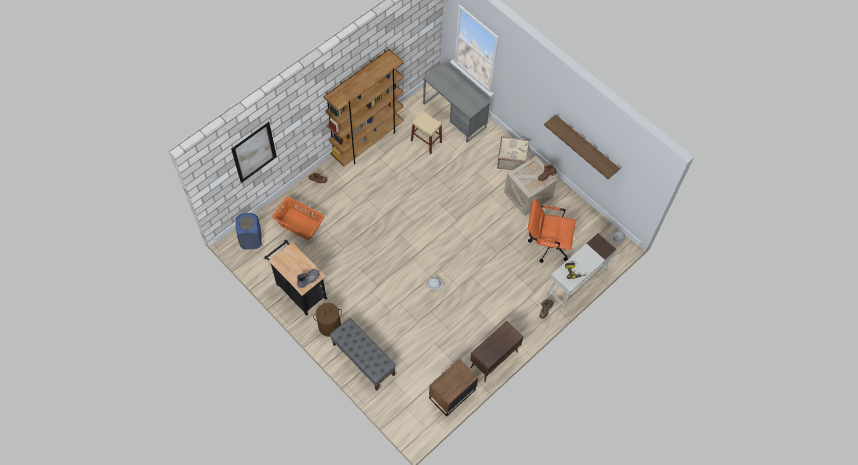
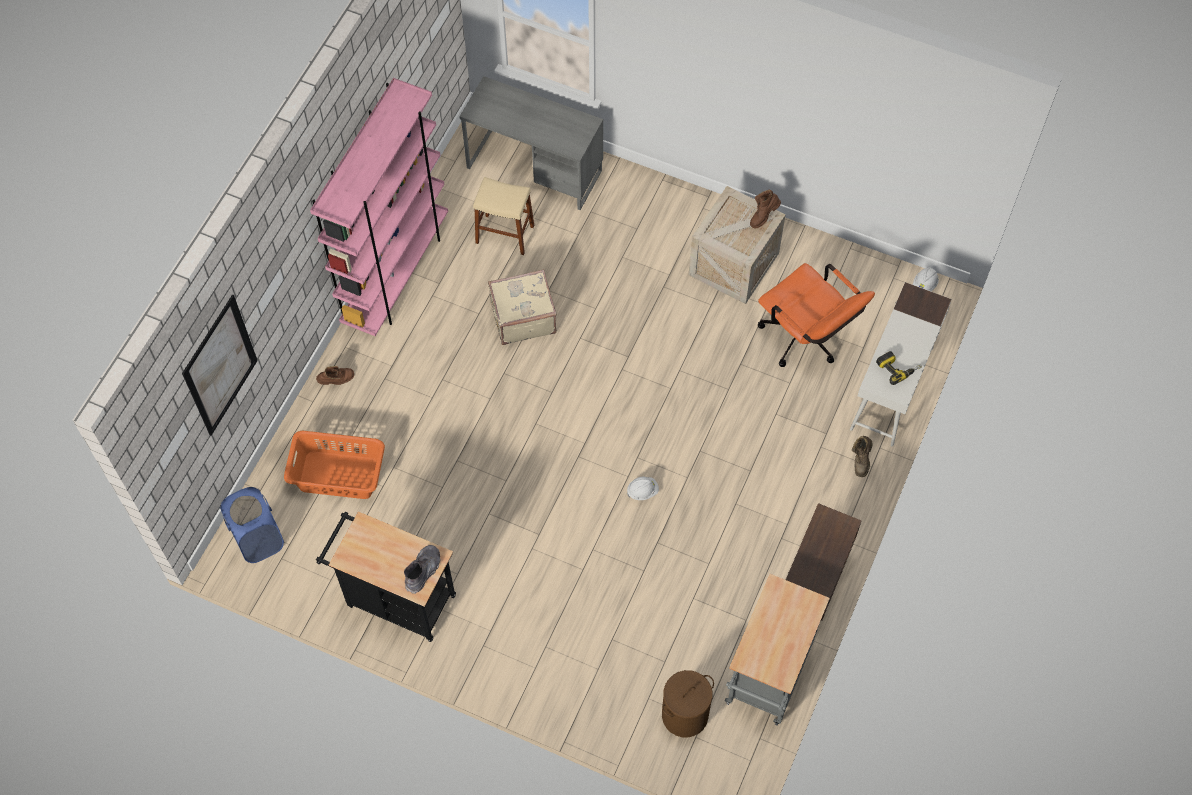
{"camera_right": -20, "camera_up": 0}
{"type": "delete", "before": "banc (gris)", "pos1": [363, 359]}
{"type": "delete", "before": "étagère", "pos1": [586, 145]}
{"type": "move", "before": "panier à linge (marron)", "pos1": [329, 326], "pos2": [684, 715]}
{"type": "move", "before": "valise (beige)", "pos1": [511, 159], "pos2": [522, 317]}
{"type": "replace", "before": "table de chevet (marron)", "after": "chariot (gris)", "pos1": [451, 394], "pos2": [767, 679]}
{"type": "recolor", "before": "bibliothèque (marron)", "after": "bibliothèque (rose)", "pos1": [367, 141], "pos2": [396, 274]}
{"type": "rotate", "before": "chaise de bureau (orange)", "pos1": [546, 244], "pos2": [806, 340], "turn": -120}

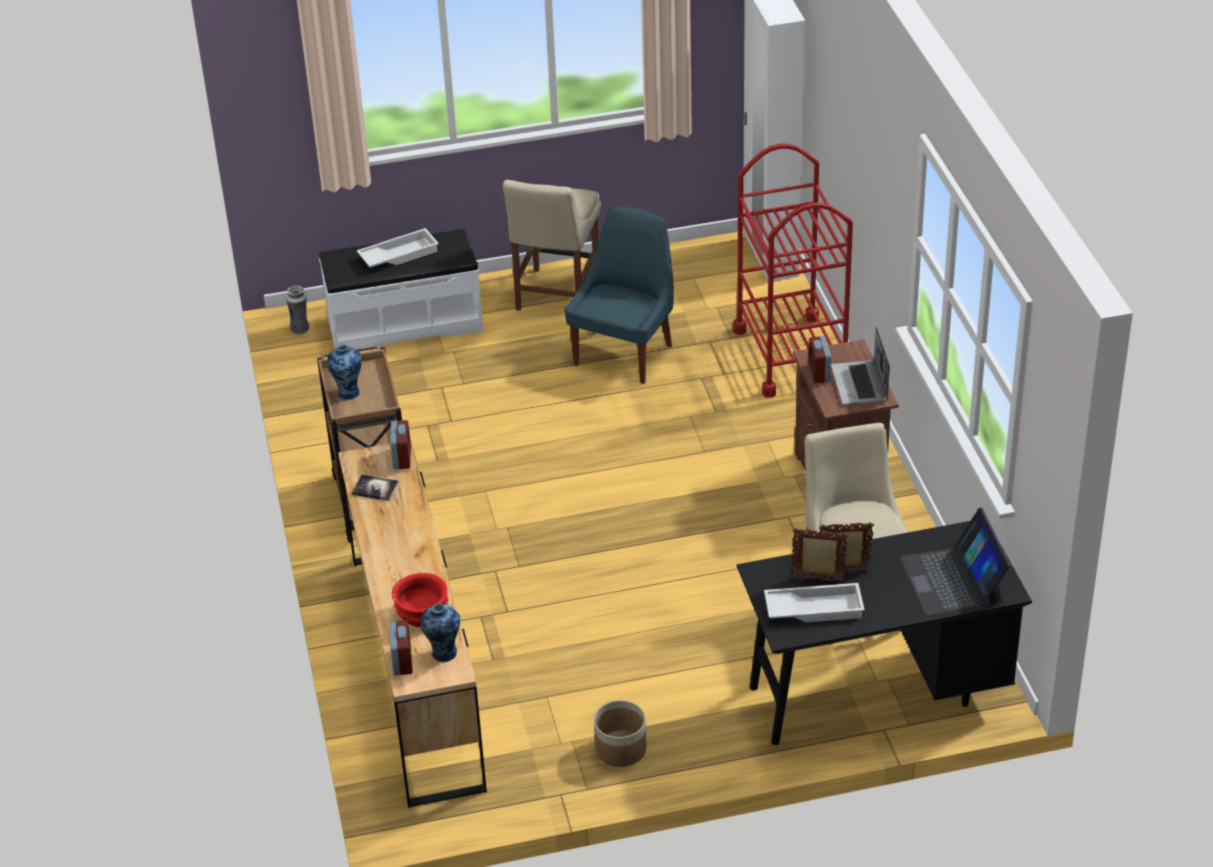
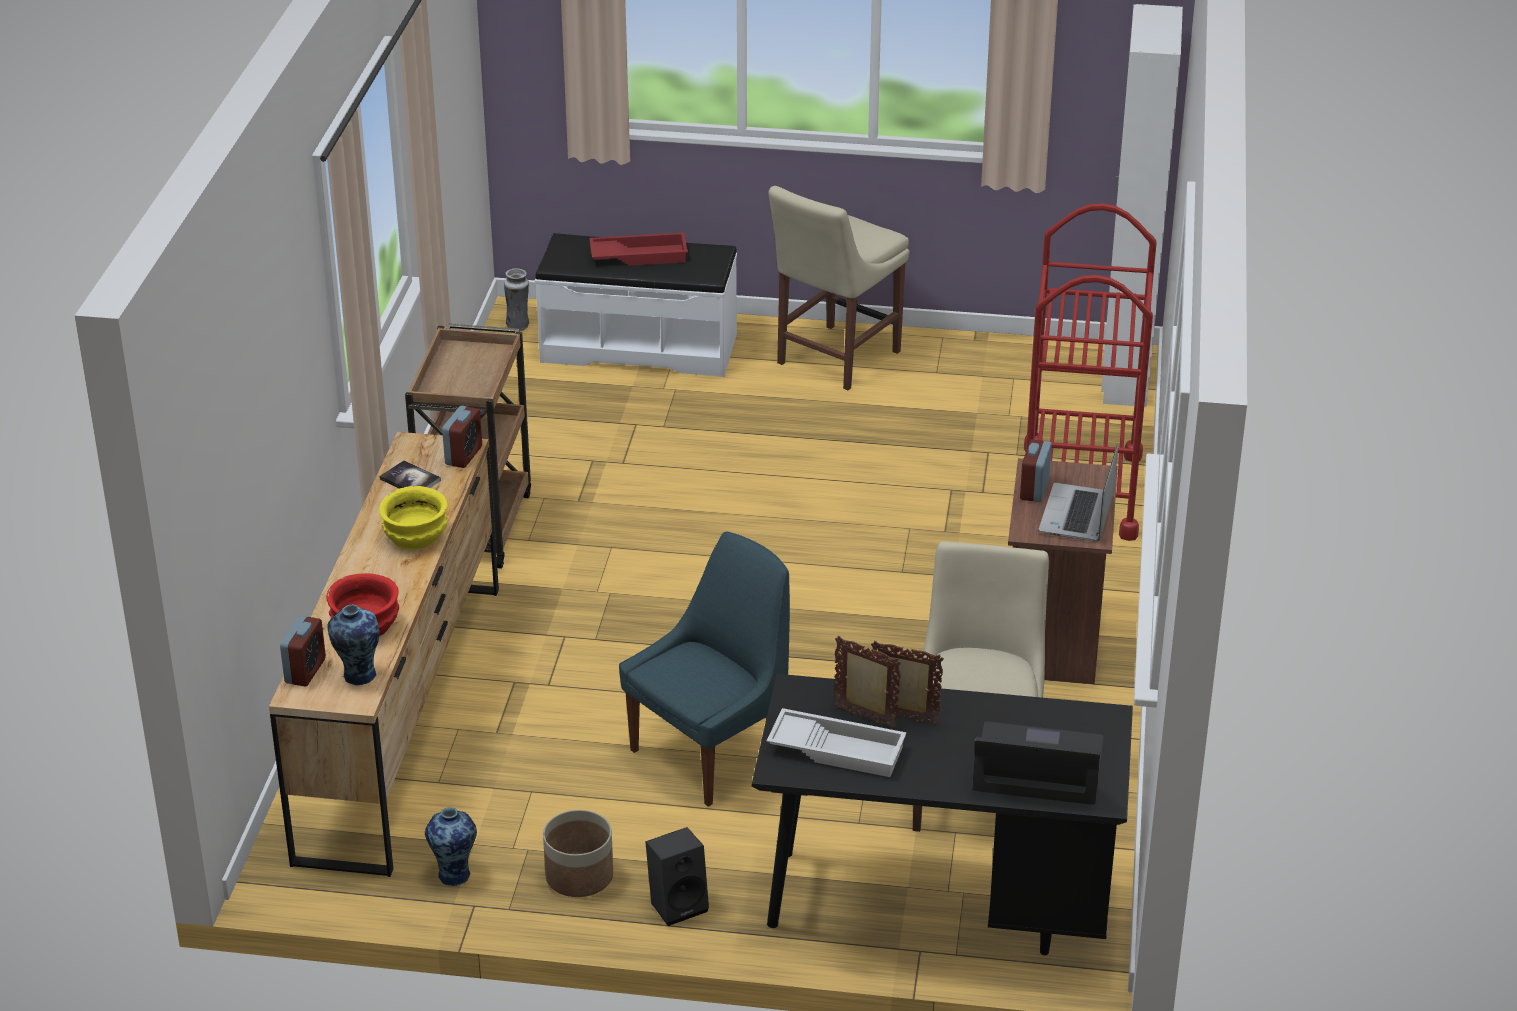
{"camera_right": 20, "camera_up": -5}
{"type": "insert", "after": "bol (jaune)", "pos2": [416, 537]}
{"type": "insert", "after": "enceinte (noir)", "pos2": [678, 904]}
{"type": "move", "before": "vase", "pos1": [348, 392], "pos2": [454, 874]}
{"type": "move", "before": "chaise (bleu)", "pos1": [625, 353], "pos2": [713, 753]}
{"type": "recolor", "before": "plateau (blanc)", "after": "plateau (rouge)", "pos1": [398, 254], "pos2": [639, 255]}
{"type": "rotate", "before": "ordinateur portable", "pos1": [952, 579], "pos2": [1038, 765], "turn": 90}

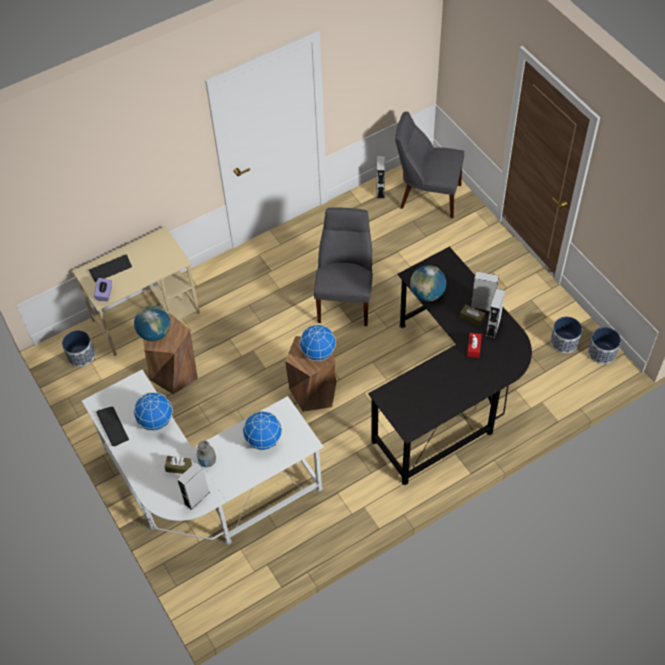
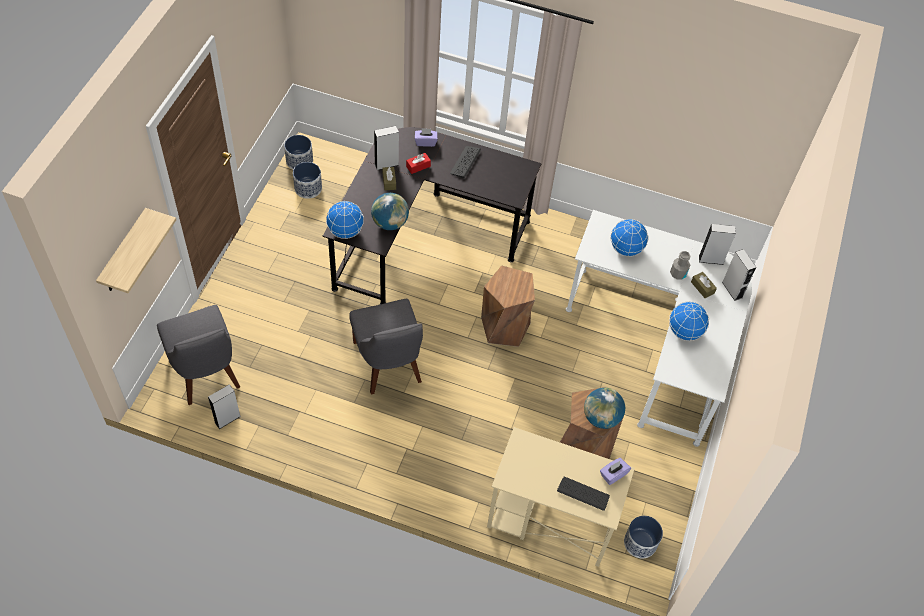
{"camera_right": -135, "camera_up": 0}
{"type": "insert", "after": "étagère", "pos2": [124, 253]}
{"type": "insert", "after": "boîte à mouchoirs (violet)", "pos2": [425, 142]}
{"type": "move", "before": "clavier", "pos1": [112, 426], "pos2": [465, 162]}
{"type": "move", "before": "globe", "pos1": [318, 352], "pos2": [345, 231]}
{"type": "move", "before": "enceinte (gris)", "pos1": [482, 306], "pos2": [732, 290]}
{"type": "rotate", "before": "chaise (gris)", "pos1": [345, 298], "pos2": [388, 365], "turn": -75}

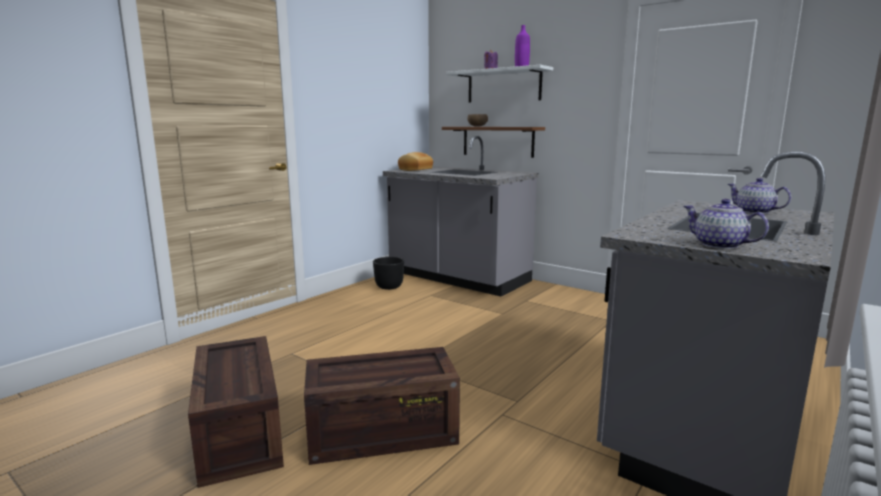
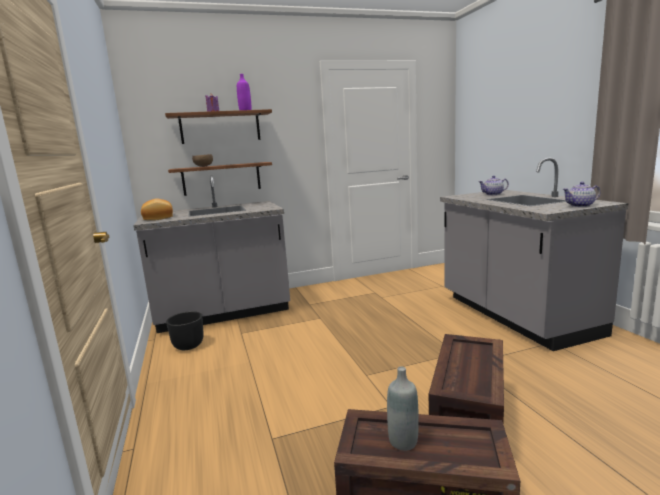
{"camera_right": -55, "camera_up": 0}
{"type": "insert", "after": "bouteille (gris)", "pos2": [403, 441]}
{"type": "recolor", "before": "étagère (blanc)", "after": "étagère (marron)", "pos1": [503, 86], "pos2": [220, 127]}

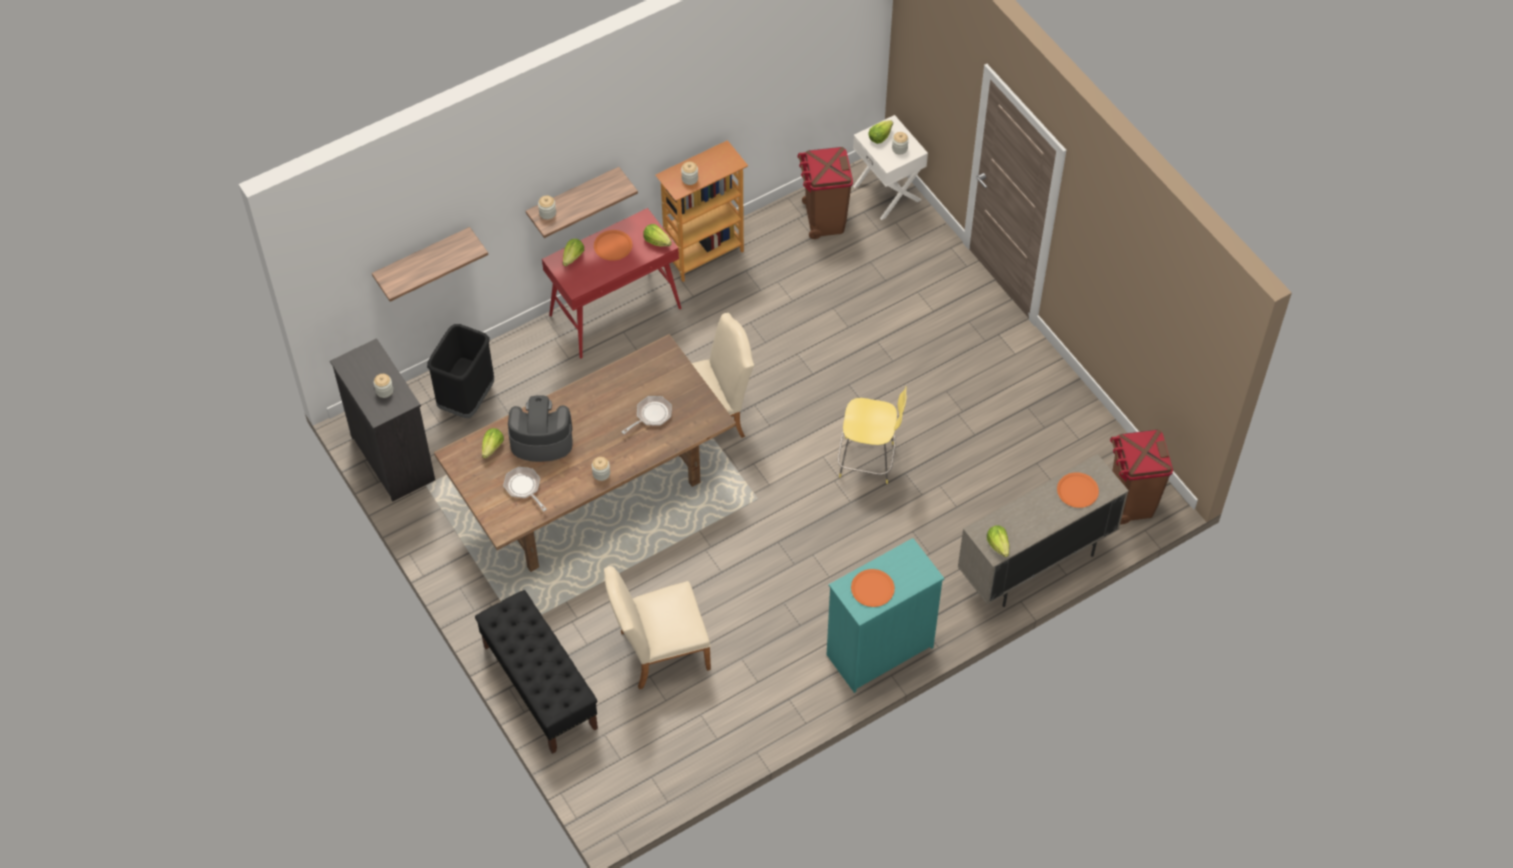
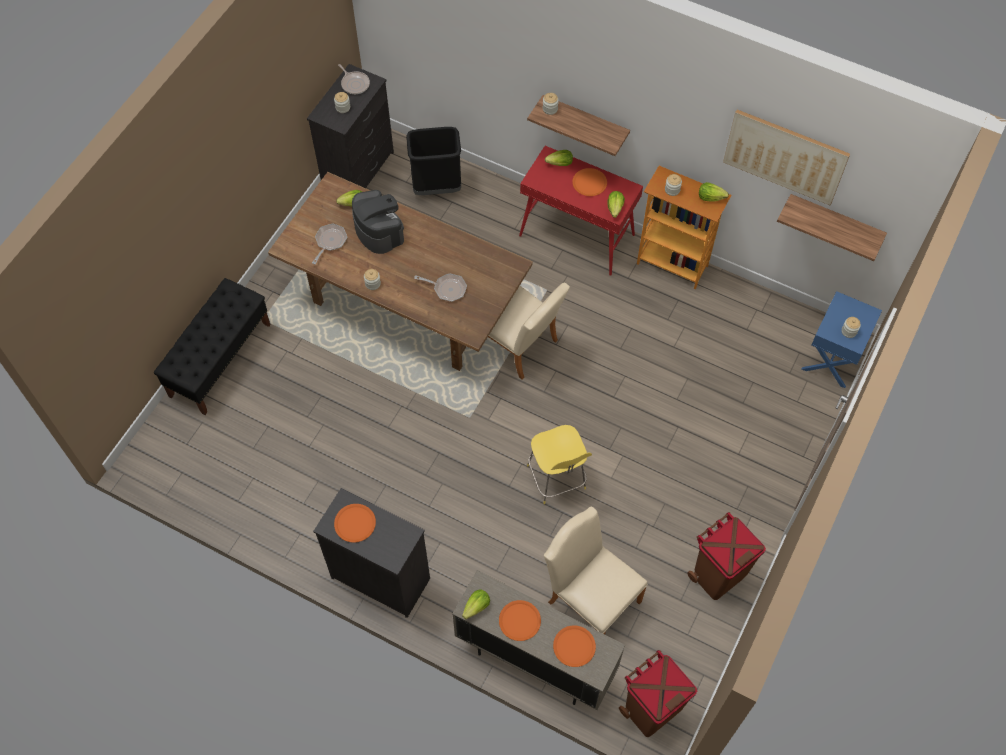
{"camera_right": 60, "camera_up": 5}
{"type": "insert", "after": "poêle", "pos2": [354, 83]}
{"type": "insert", "after": "assiette (orange)", "pos2": [519, 620]}
{"type": "insert", "after": "tableau", "pos2": [785, 156]}
{"type": "move", "before": "étagère", "pos1": [422, 259], "pos2": [835, 221]}
{"type": "move", "before": "chaise (beige)", "pos1": [658, 651], "pos2": [590, 597]}
{"type": "move", "before": "poubelle (marron)", "pos1": [824, 220], "pos2": [717, 575]}
{"type": "move", "before": "laitue", "pos1": [879, 137], "pos2": [710, 197]}
{"type": "recolor", "before": "commode (turquoise)", "after": "commode (noir)", "pos1": [878, 651], "pos2": [380, 577]}
{"type": "recolor", "before": "table de chevet (blanc)", "after": "table de chevet (bleu)", "pos1": [888, 192], "pos2": [832, 360]}

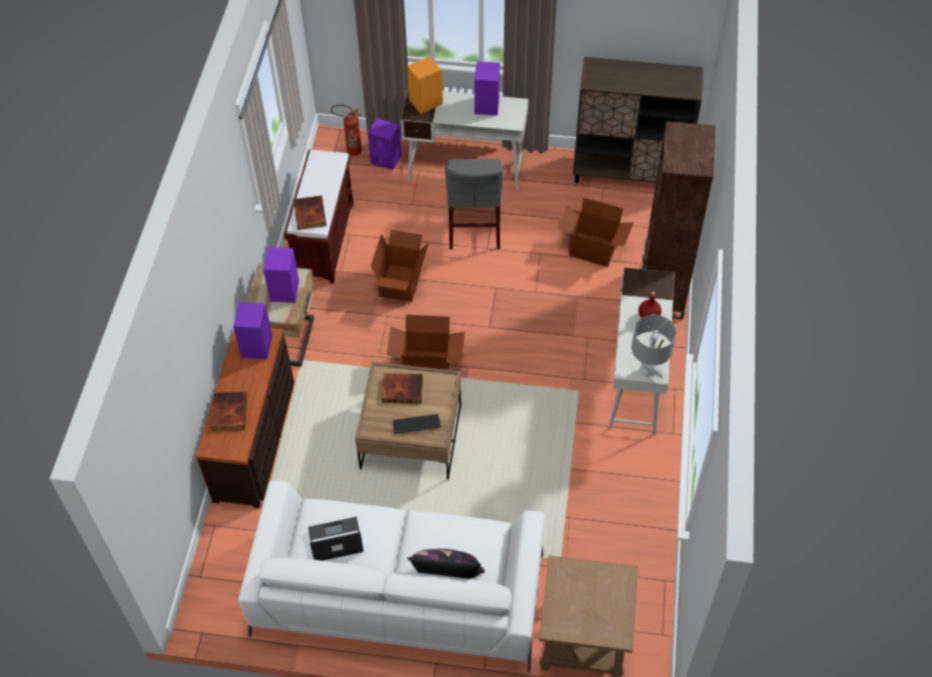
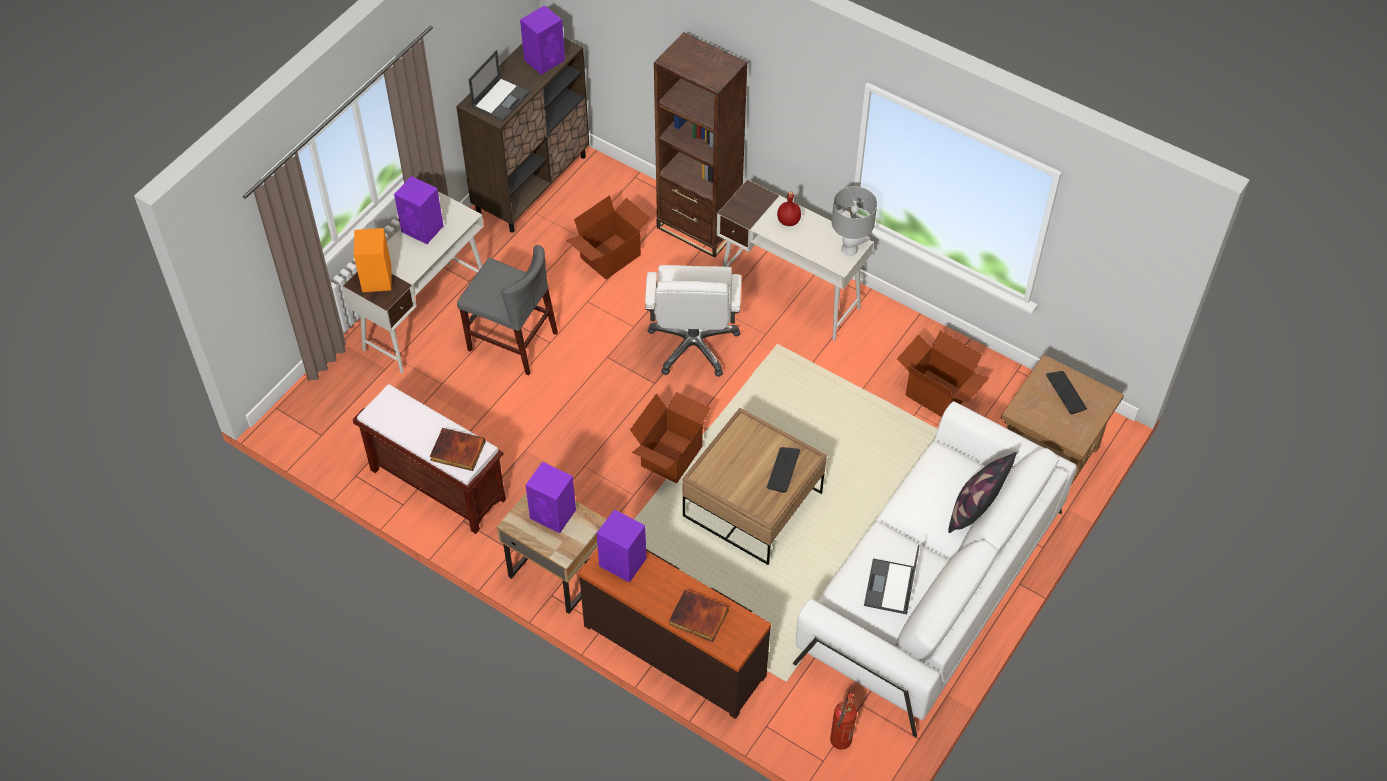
{"camera_right": -65, "camera_up": 0}
{"type": "delete", "before": "livre", "pos1": [403, 389]}
{"type": "insert", "after": "ordinateur portable", "pos2": [501, 99]}
{"type": "insert", "after": "chaise de bureau (blanc)", "pos2": [693, 345]}
{"type": "insert", "after": "clavier", "pos2": [1066, 393]}
{"type": "move", "before": "extincteur", "pos1": [350, 151], "pos2": [839, 745]}
{"type": "move", "before": "enceinte (violet)", "pos1": [387, 159], "pos2": [545, 59]}
{"type": "move", "before": "carton", "pos1": [401, 283], "pos2": [938, 394]}

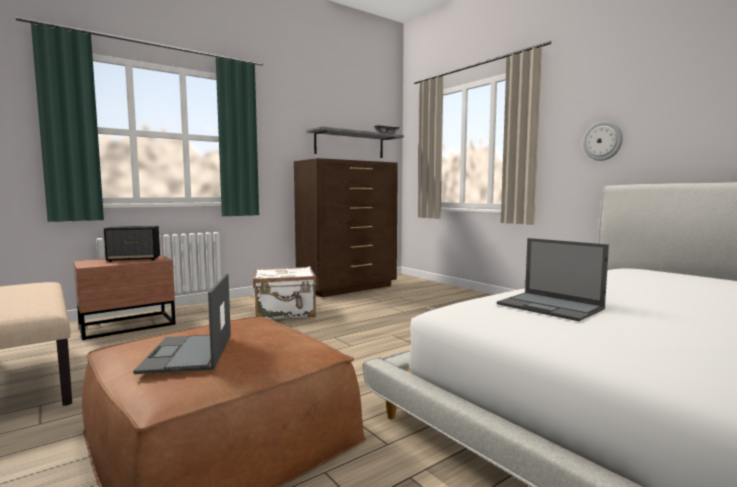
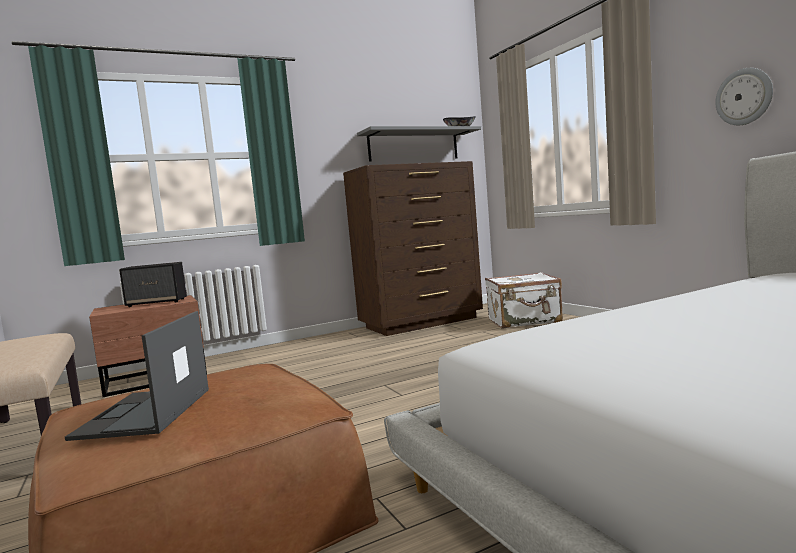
{"camera_right": 10, "camera_up": 0}
{"type": "delete", "before": "ordinateur portable", "pos1": [551, 306]}
{"type": "move", "before": "valise (blanc)", "pos1": [285, 313], "pos2": [524, 321]}

